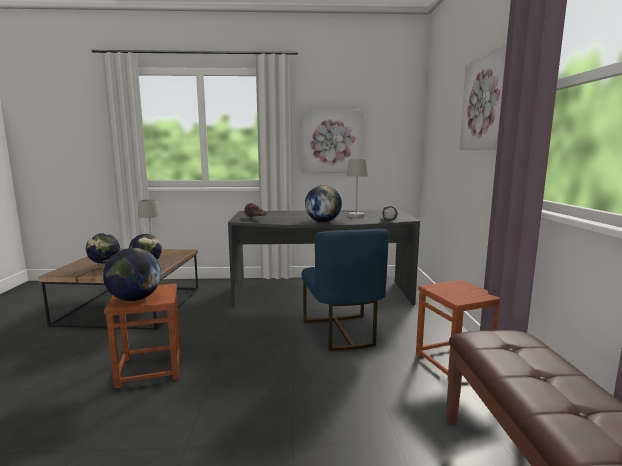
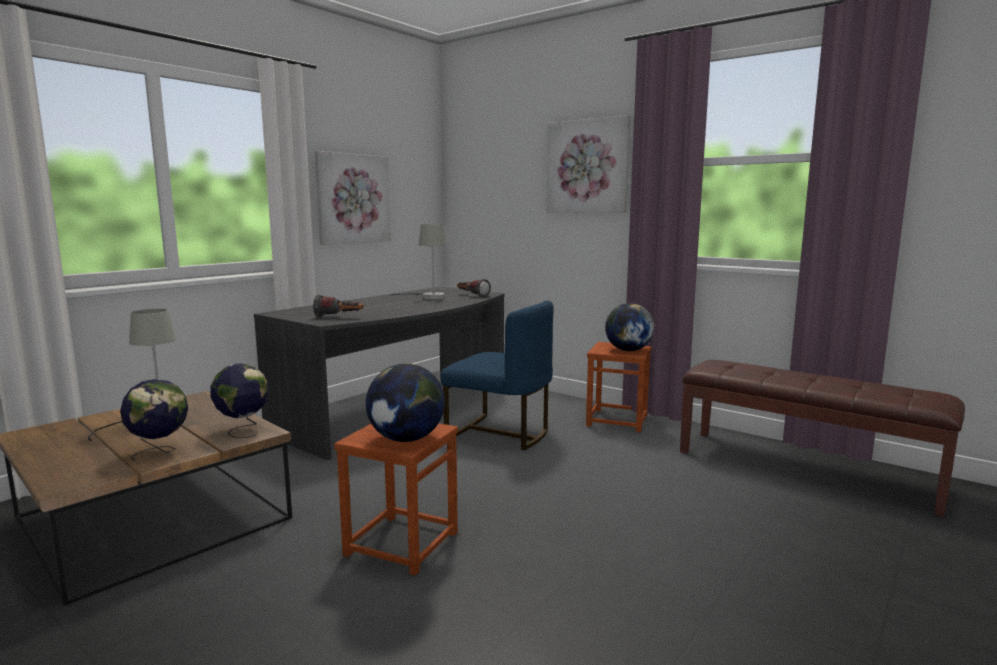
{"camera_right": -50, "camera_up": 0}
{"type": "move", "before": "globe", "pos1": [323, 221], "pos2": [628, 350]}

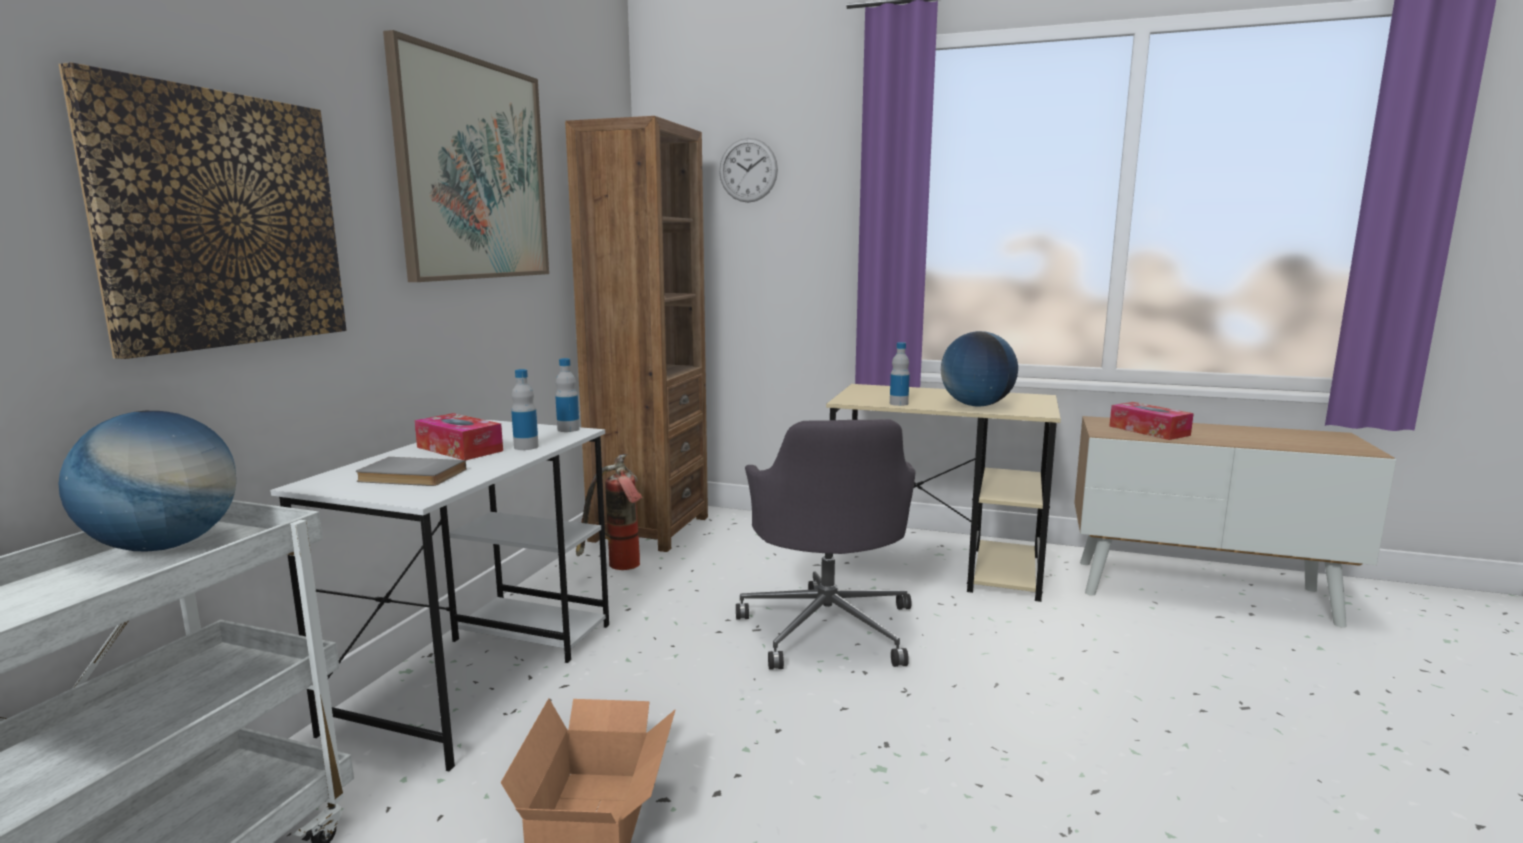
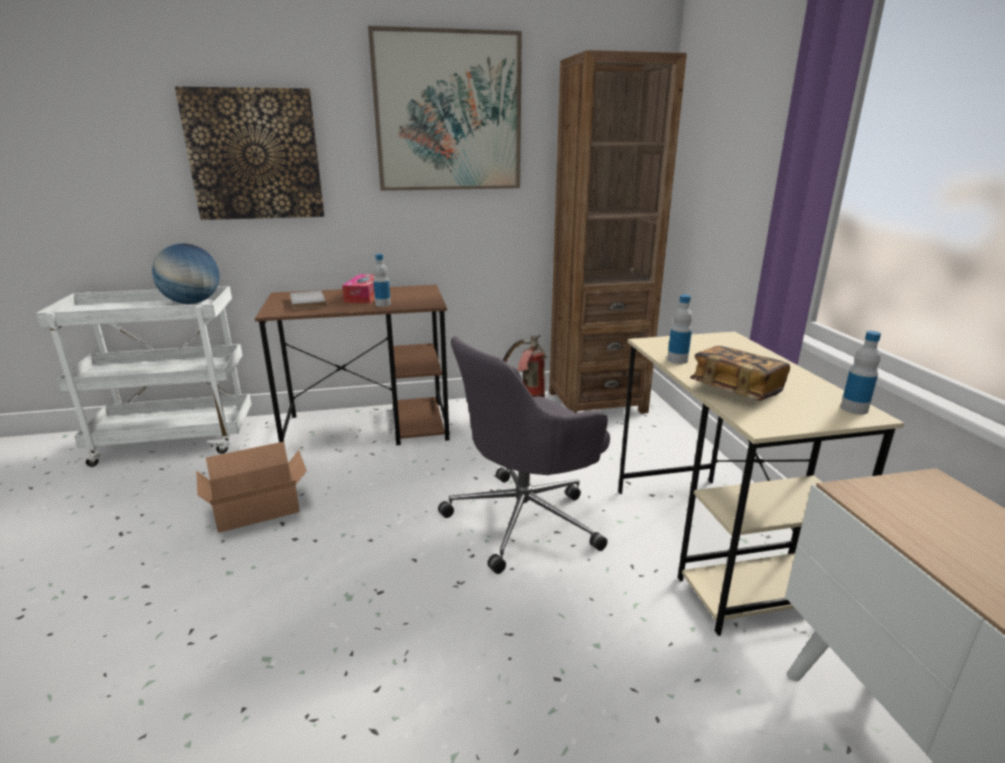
{"camera_right": 60, "camera_up": 10}
{"type": "delete", "before": "horloge murale", "pos1": [748, 170]}
{"type": "delete", "before": "boîte à mouchoirs", "pos1": [1149, 431]}
{"type": "move", "before": "bouteille", "pos1": [568, 429], "pos2": [854, 409]}
{"type": "replace", "before": "globe", "after": "livre", "pos1": [976, 405], "pos2": [736, 390]}
{"type": "recolor", "before": "bureau (blanc)", "after": "bureau (marron)", "pos1": [481, 672], "pos2": [369, 428]}

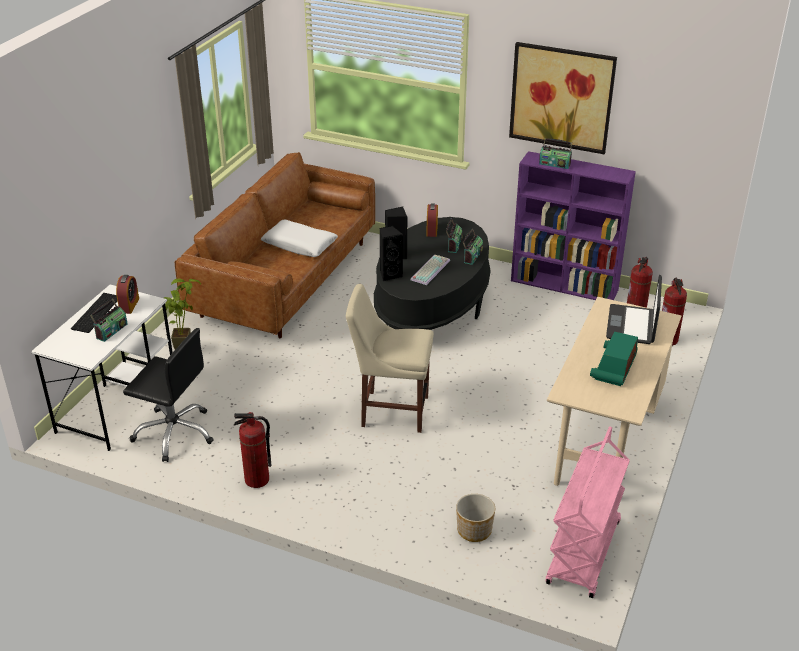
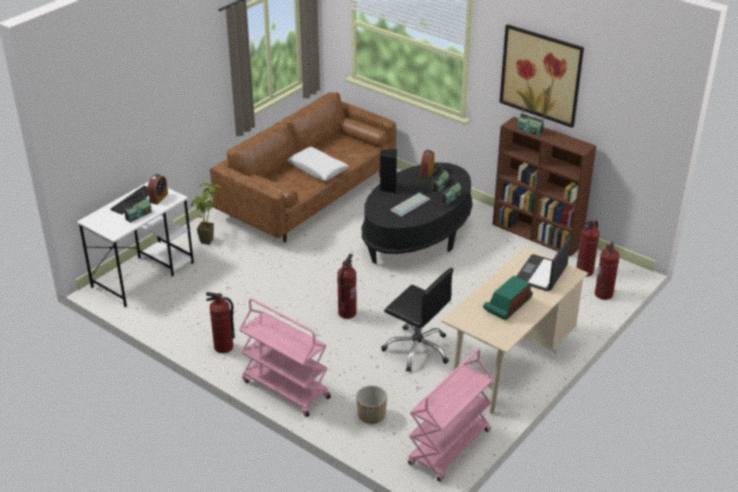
{"camera_right": 15, "camera_up": 0}
{"type": "delete", "before": "enceinte (noir)", "pos1": [390, 274]}
{"type": "insert", "after": "chariot (rose)", "pos2": [285, 389]}
{"type": "move", "before": "chaise de bureau (noir)", "pos1": [174, 433], "pos2": [417, 349]}
{"type": "replace", "before": "chaise (beige)", "after": "extincteur", "pos1": [391, 410], "pos2": [347, 313]}
{"type": "recolor", "before": "bibliothèque (violet)", "after": "bibliothèque (marron)", "pos1": [565, 285], "pos2": [537, 235]}

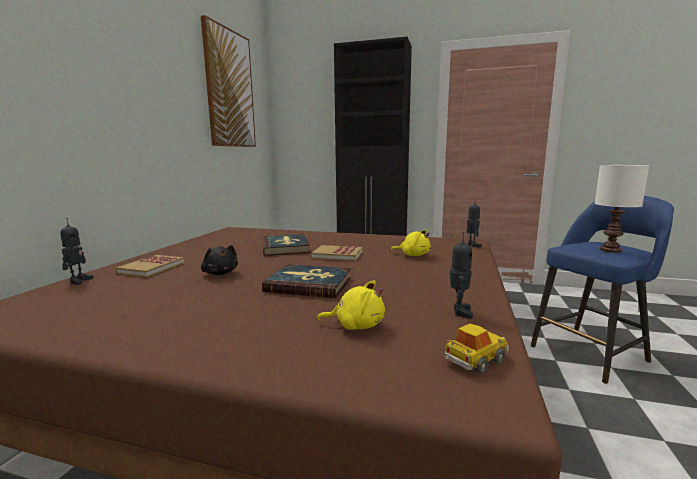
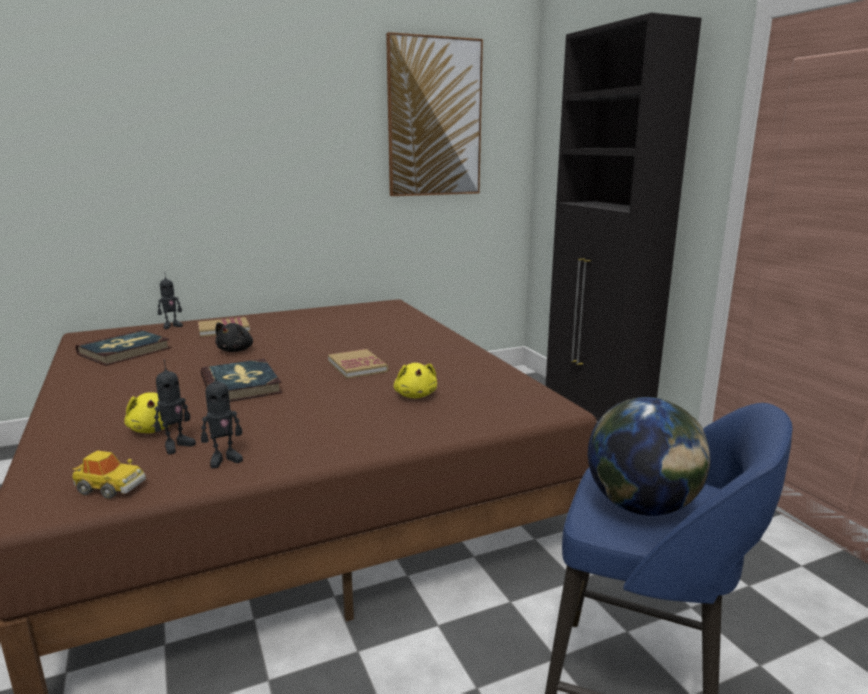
{"camera_right": 50, "camera_up": 5}
{"type": "move", "before": "livre", "pos1": [286, 247], "pos2": [125, 351]}
{"type": "move", "before": "robot jouet", "pos1": [472, 245], "pos2": [176, 446]}
{"type": "replace", "before": "lampe de table (blanc)", "after": "globe", "pos1": [611, 250], "pos2": [641, 507]}

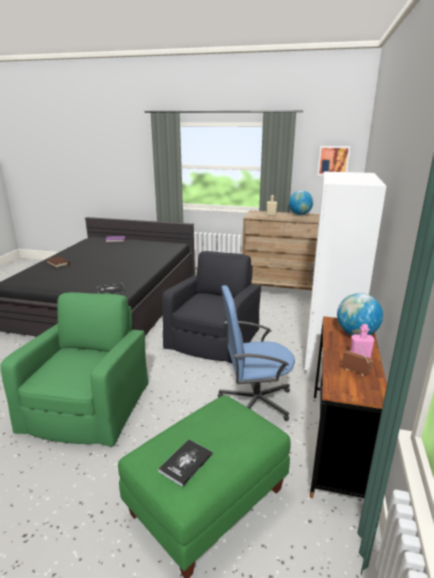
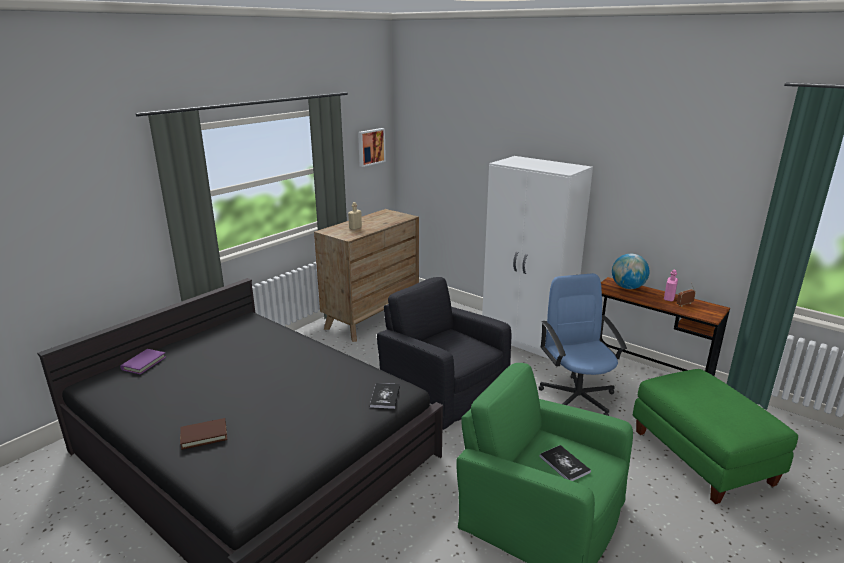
{"camera_right": -65, "camera_up": 0}
{"type": "delete", "before": "globe", "pos1": [299, 214]}
{"type": "move", "before": "livre", "pos1": [186, 462], "pos2": [564, 464]}
{"type": "rotate", "before": "chaise de bureau (bleu)", "pos1": [254, 401], "pos2": [577, 397], "turn": 150}

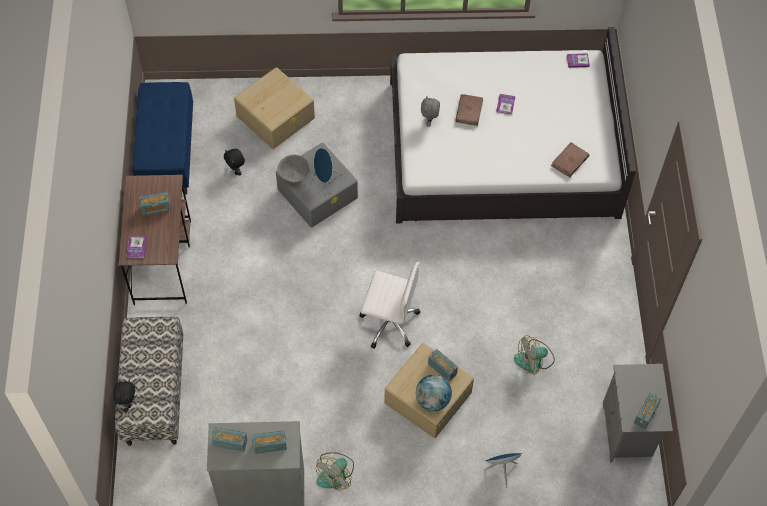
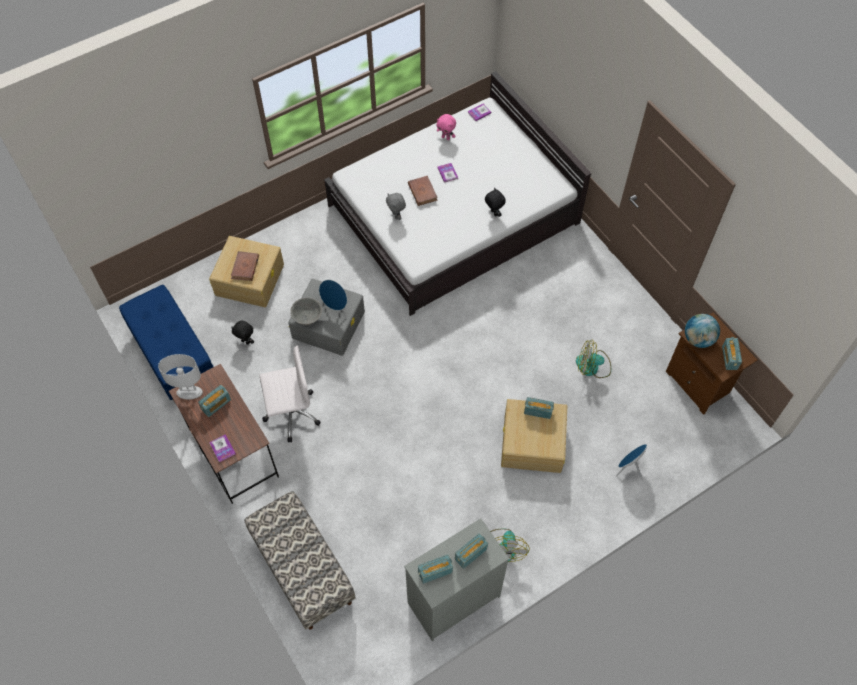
{"camera_right": -30, "camera_up": 0}
{"type": "insert", "after": "lampe de table (blanc)", "pos2": [189, 392]}
{"type": "insert", "after": "peluche (rose)", "pos2": [446, 137]}
{"type": "move", "before": "peluche (noir)", "pos1": [128, 403], "pos2": [493, 213]}
{"type": "move", "before": "chaise de bureau (blanc)", "pos1": [388, 322], "pos2": [291, 413]}
{"type": "move", "before": "globe", "pos1": [432, 400], "pos2": [698, 339]}
{"type": "move", "before": "livre (marron)", "pos1": [569, 161], "pos2": [245, 267]}
{"type": "recolor", "before": "table de chevet (gris)", "after": "table de chevet (marron)", "pos1": [628, 432], "pos2": [699, 383]}
{"type": "rotate", "before": "ventilateur", "pos1": [534, 360], "pos2": [592, 367], "turn": 60}

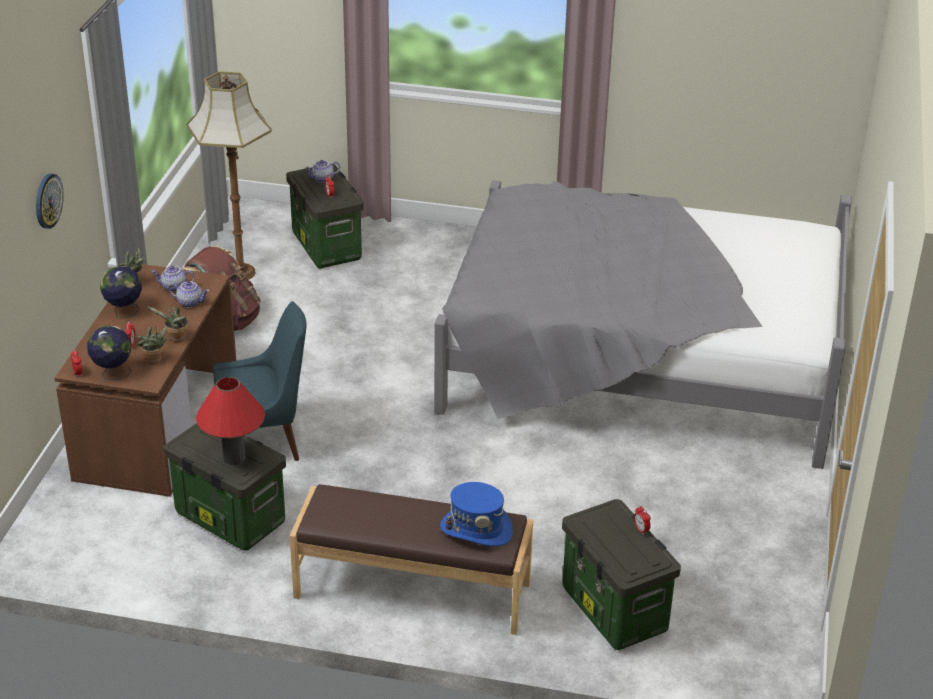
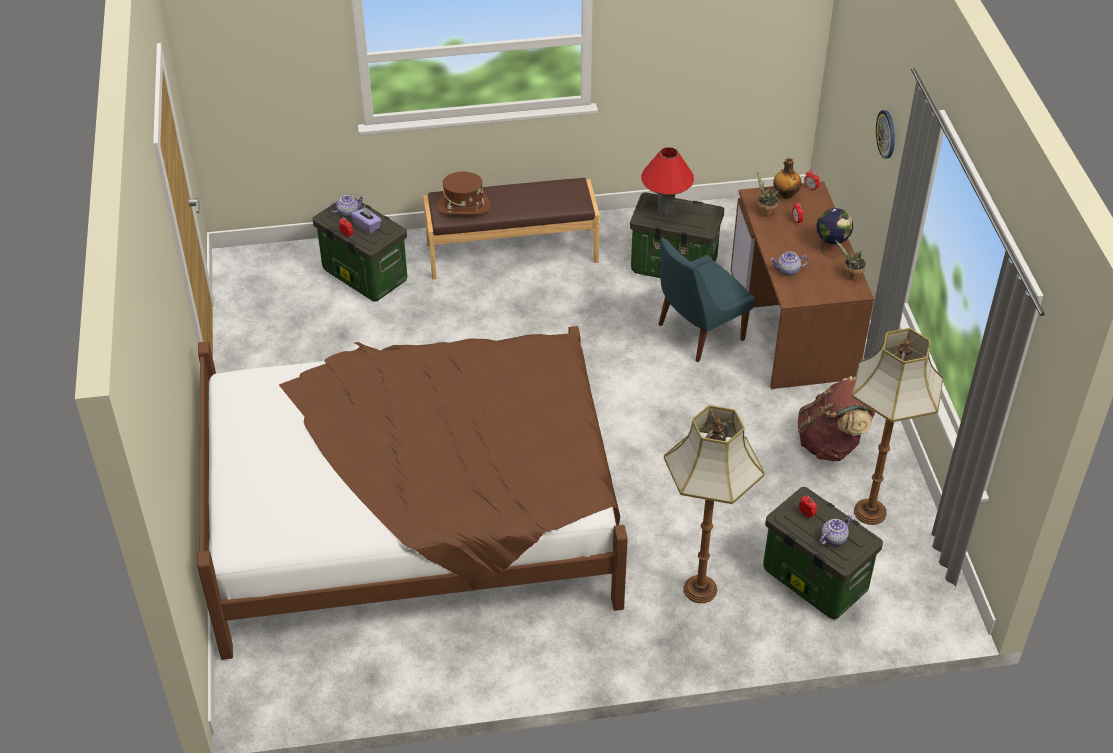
{"camera_right": 160, "camera_up": 10}
{"type": "delete", "before": "plante en pot", "pos1": [176, 339]}
{"type": "insert", "after": "boîte à mouchoirs (violet)", "pos2": [367, 226]}
{"type": "insert", "after": "lampadaire", "pos2": [701, 590]}
{"type": "move", "before": "théière", "pos1": [174, 288], "pos2": [348, 212]}
{"type": "replace", "before": "globe", "after": "bouteille", "pos1": [112, 373], "pos2": [785, 194]}
{"type": "recolor", "before": "lit (gris)", "after": "lit (marron)", "pos1": [639, 359], "pos2": [414, 518]}
{"type": "recolor", "before": "chapeau (bleu)", "after": "chapeau (marron)", "pos1": [476, 529], "pos2": [463, 207]}

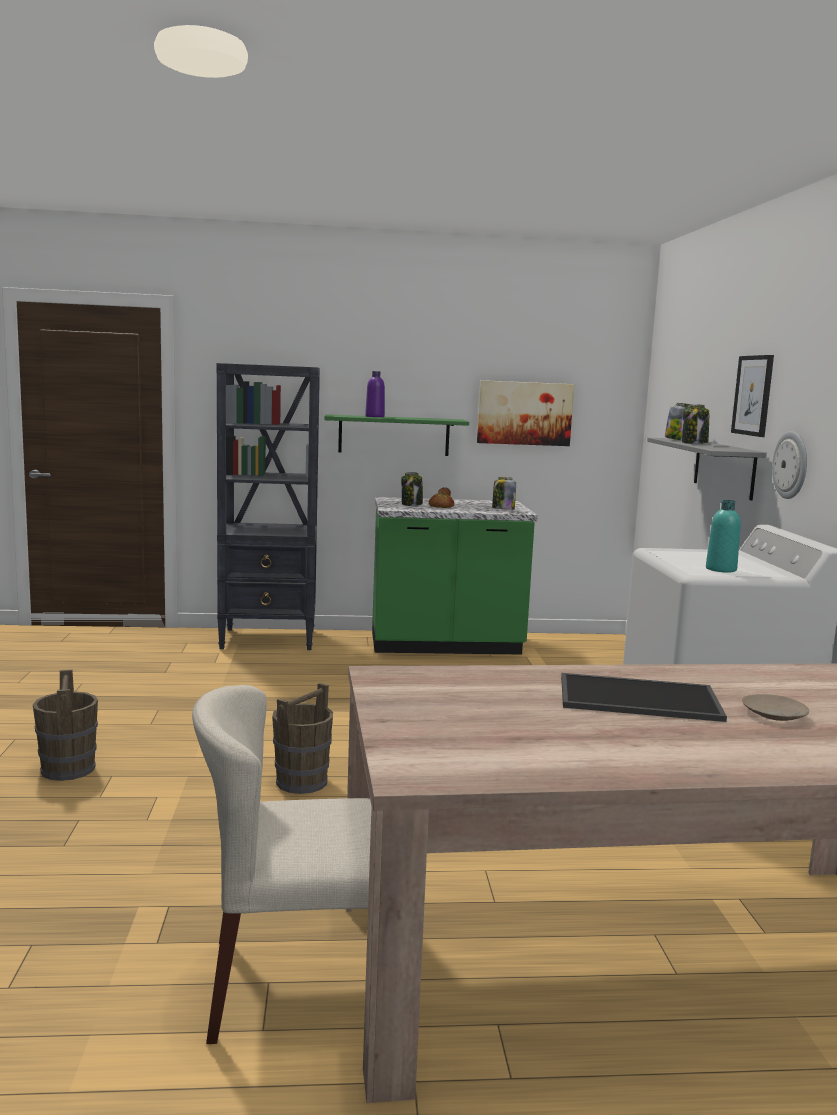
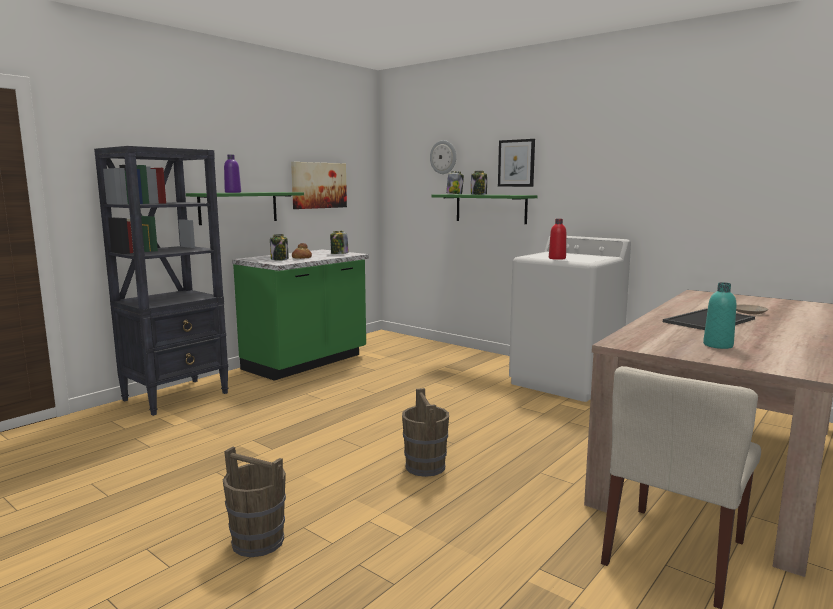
{"camera_right": -45, "camera_up": 0}
{"type": "insert", "after": "bouteille (rouge)", "pos2": [557, 258]}
{"type": "move", "before": "bouteille (turquoise)", "pos1": [721, 569], "pos2": [718, 345]}
{"type": "move", "before": "horloge murale", "pos1": [791, 465], "pos2": [443, 157]}
{"type": "recolor", "before": "étagère (gris)", "after": "étagère (vert)", "pos1": [724, 468], "pos2": [490, 208]}

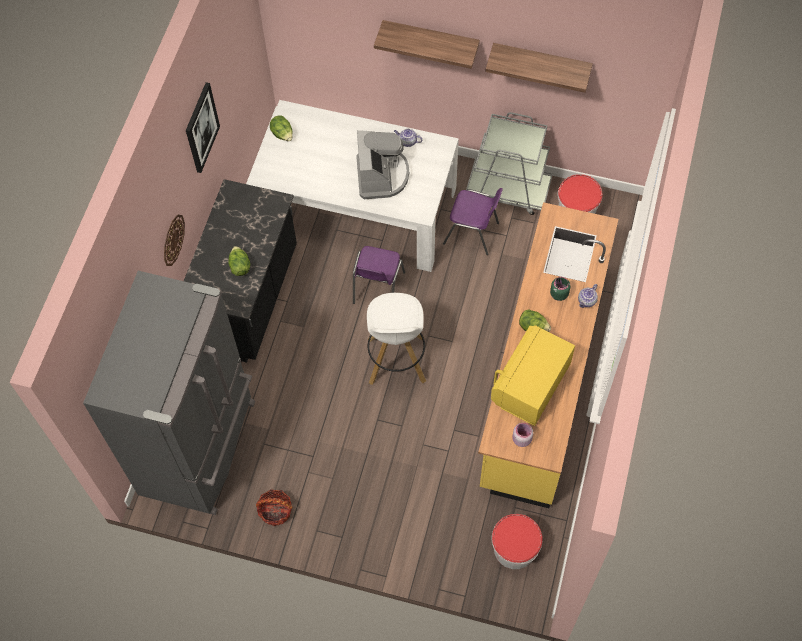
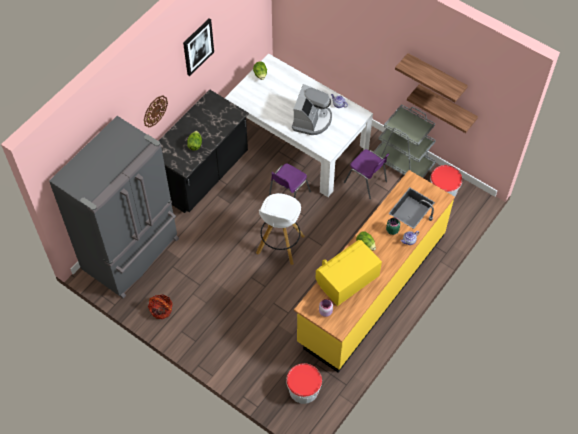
{"camera_right": 20, "camera_up": -5}
{"type": "move", "before": "étagère", "pos1": [430, 39], "pos2": [447, 106]}

